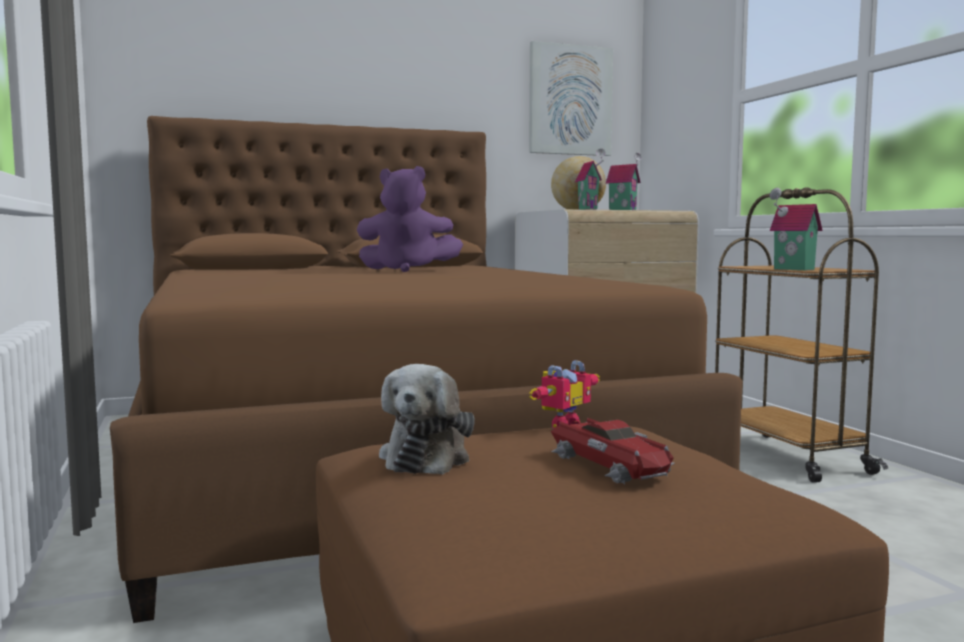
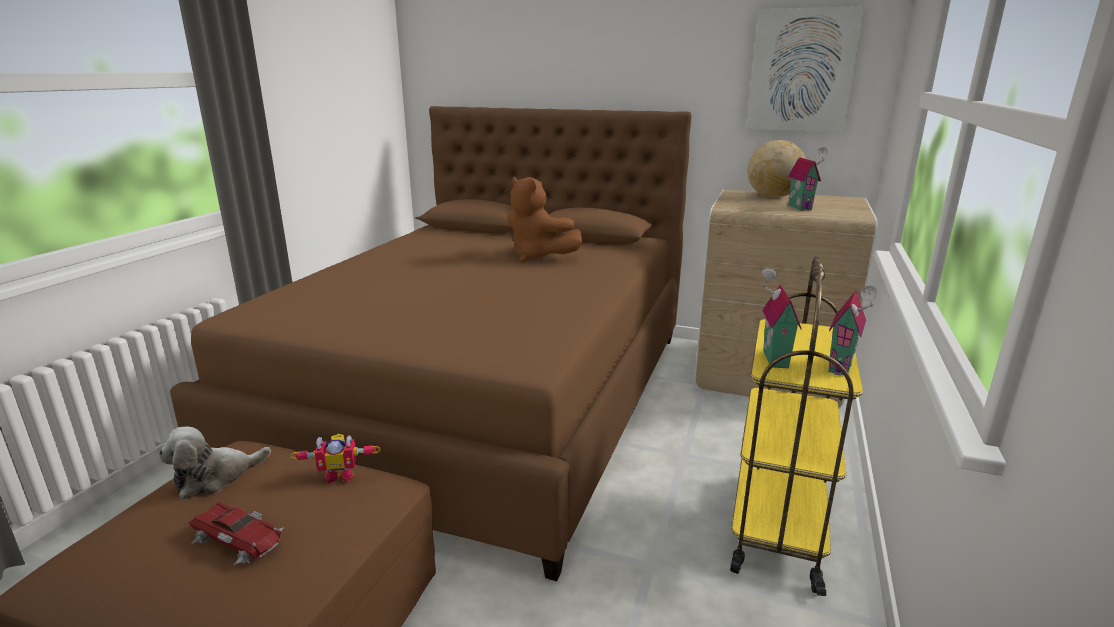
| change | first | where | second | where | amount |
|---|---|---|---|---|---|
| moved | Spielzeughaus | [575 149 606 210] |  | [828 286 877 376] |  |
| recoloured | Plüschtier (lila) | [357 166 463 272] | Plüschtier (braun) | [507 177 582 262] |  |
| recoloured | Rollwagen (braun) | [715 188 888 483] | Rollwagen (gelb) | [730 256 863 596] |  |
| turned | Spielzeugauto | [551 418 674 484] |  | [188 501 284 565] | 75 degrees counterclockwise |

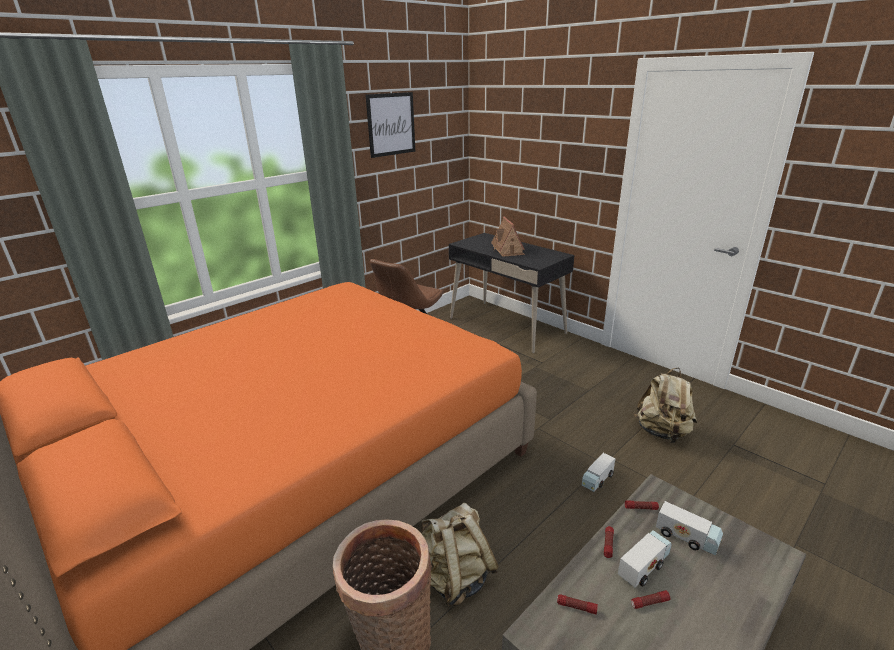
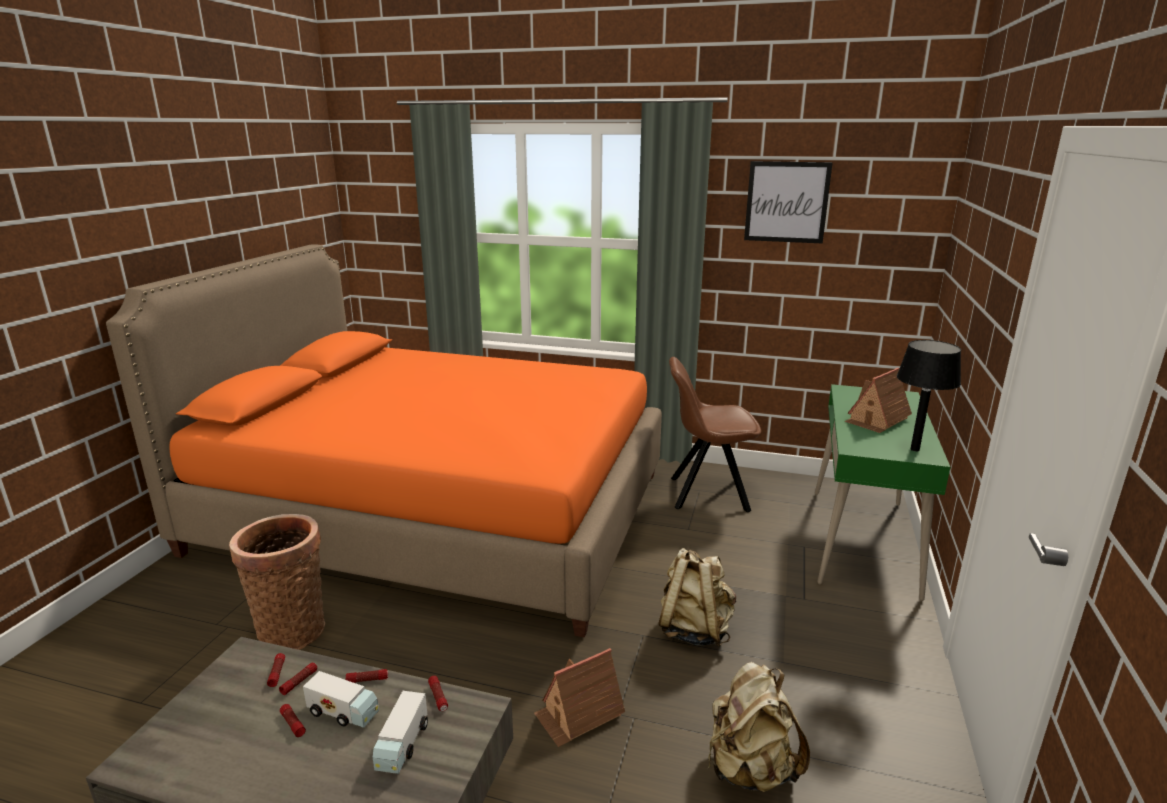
| change | first | where | second | where | amount |
|---|---|---|---|---|---|
| added |  |  | Taschenlampe | [279 663 317 695] |  |
| added |  |  | Tischlampe (schwarz) | [897 340 961 452] |  |
| moved | Rucksack (beige) | [421 502 499 607] |  | [658 548 736 646] |  |
| replaced | Spielzeuglaster | [582 453 615 492] | Spielzeughaus | [534 648 625 747] |  |
| recoloured | Schreibtisch (schwarz) | [449 233 574 353] | Schreibtisch (grün) | [815 384 951 601] |  |

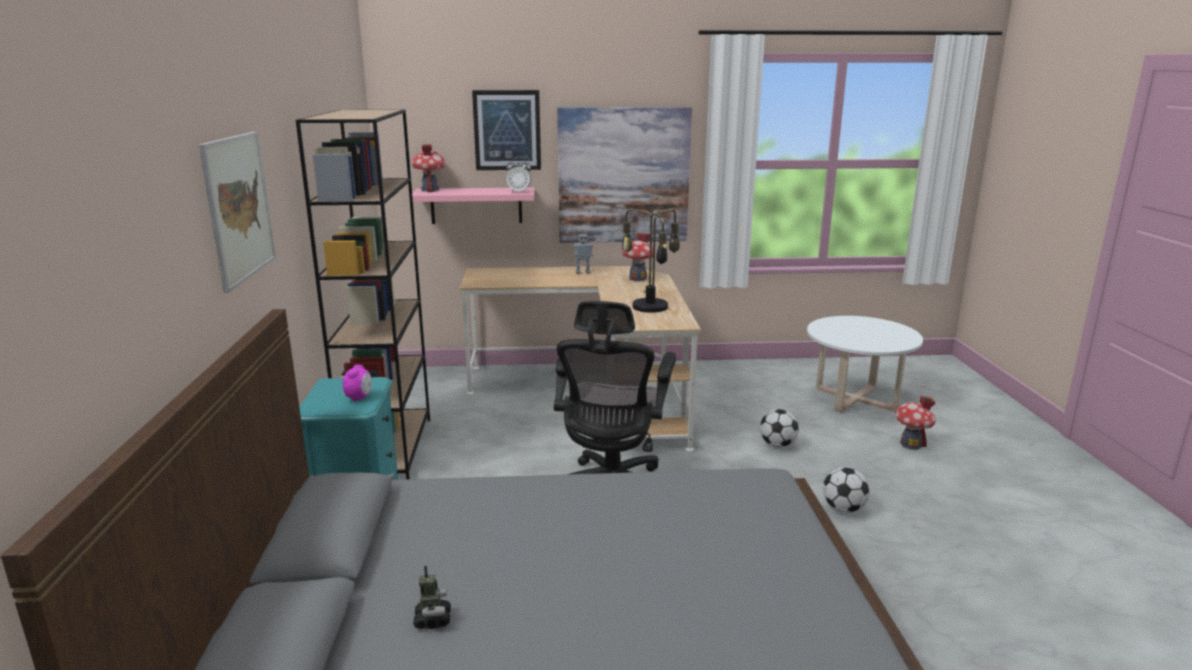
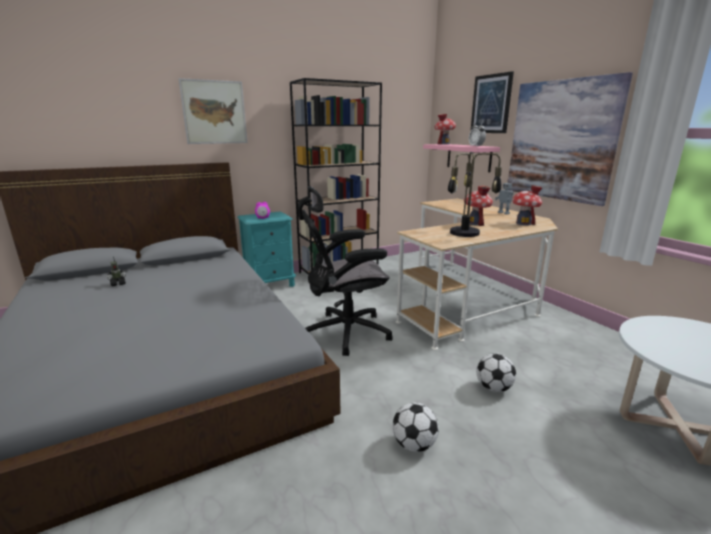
| change | first | where | second | where | amount |
|---|---|---|---|---|---|
| moved | Spielzeughaus | [895 396 936 450] |  | [464 186 493 226] |  |

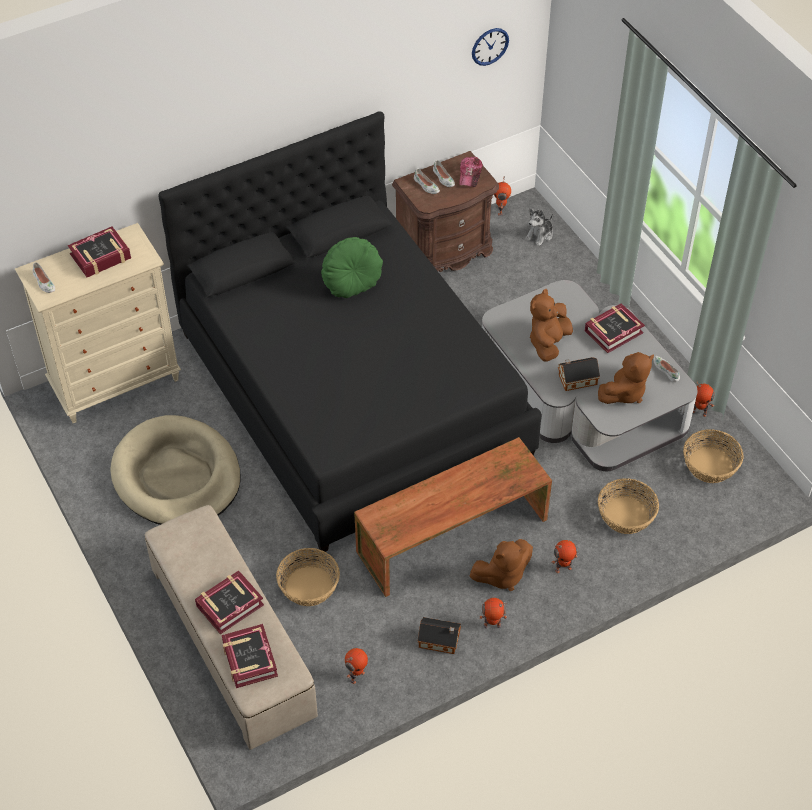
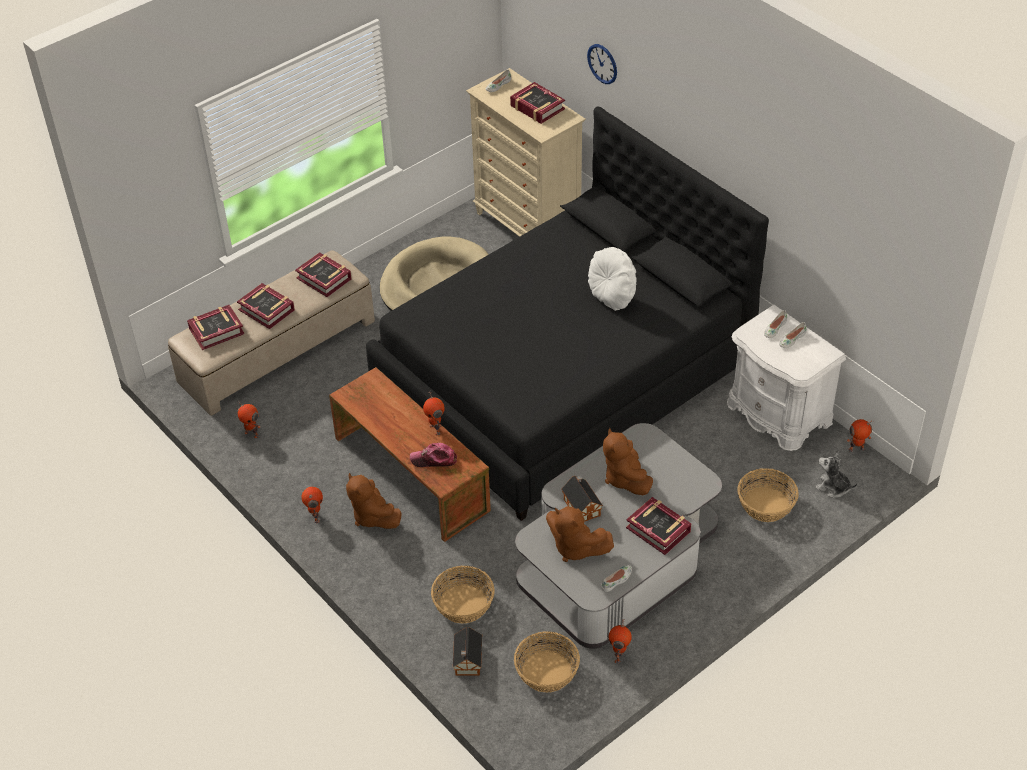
| change | first | where | second | where | amount |
|---|---|---|---|---|---|
| added |  |  | Buch | [295 252 352 297] |  |
| moved | Korb | [276 548 340 606] |  | [737 468 799 522] |  |
| moved | Spielzeughaus | [418 617 461 654] |  | [453 627 482 675] |  |
| moved | Kappe | [459 157 483 187] |  | [410 443 457 467] |  |
| moved | Wanduhr | [472 28 509 66] |  | [587 44 617 84] |  |
| moved | Spielzeugroboter | [552 540 578 573] |  | [423 391 445 435] |  |
| recoloured | Kissen (grün) | [321 237 383 298] | Kissen (weiß) | [588 247 637 311] |  |
| recoloured | Nachttisch (braun) | [392 151 499 272] | Nachttisch (weiß) | [727 305 846 451] |  |
| turned | Plüschtier (braun) | [530 289 573 362] |  | [603 428 653 495] | 120 degrees counterclockwise |

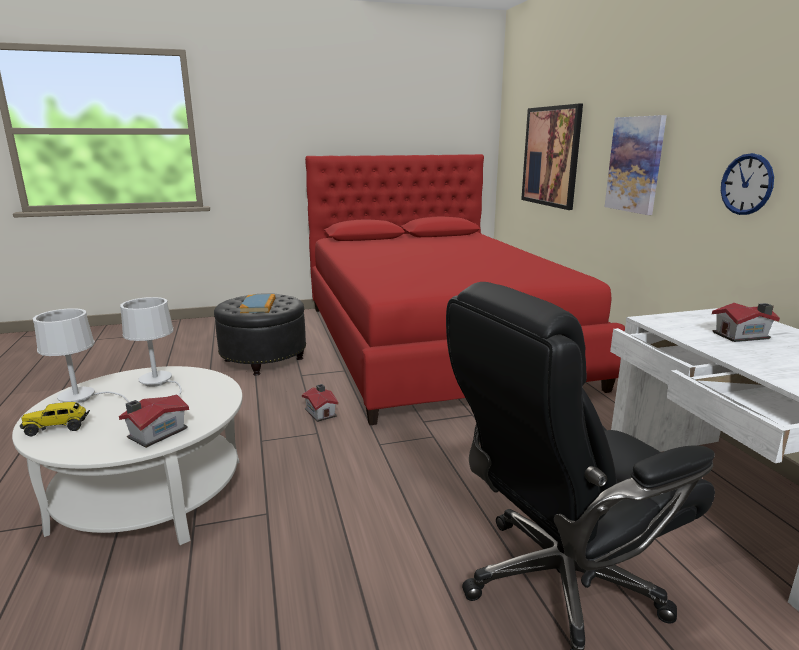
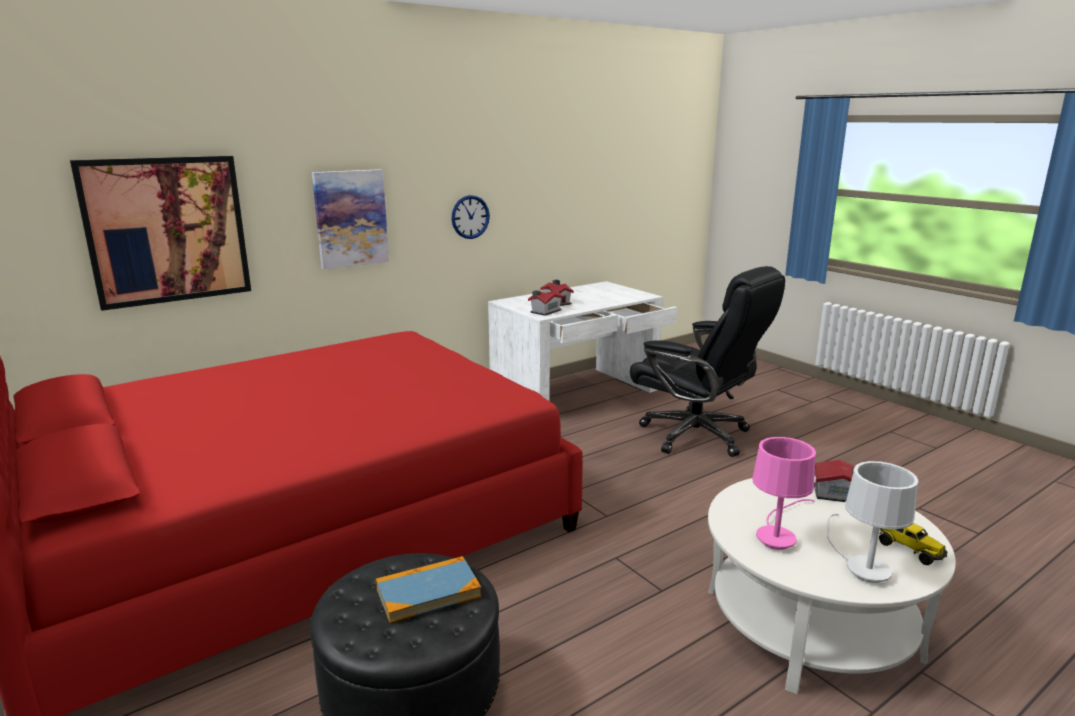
| change | first | where | second | where | amount |
|---|---|---|---|---|---|
| moved | Spielzeughaus | [302 384 339 422] |  | [528 290 564 316] |  |
| recoloured | Tischlampe (weiß) | [120 297 182 397] | Tischlampe (rosa) | [752 437 816 550] |  |

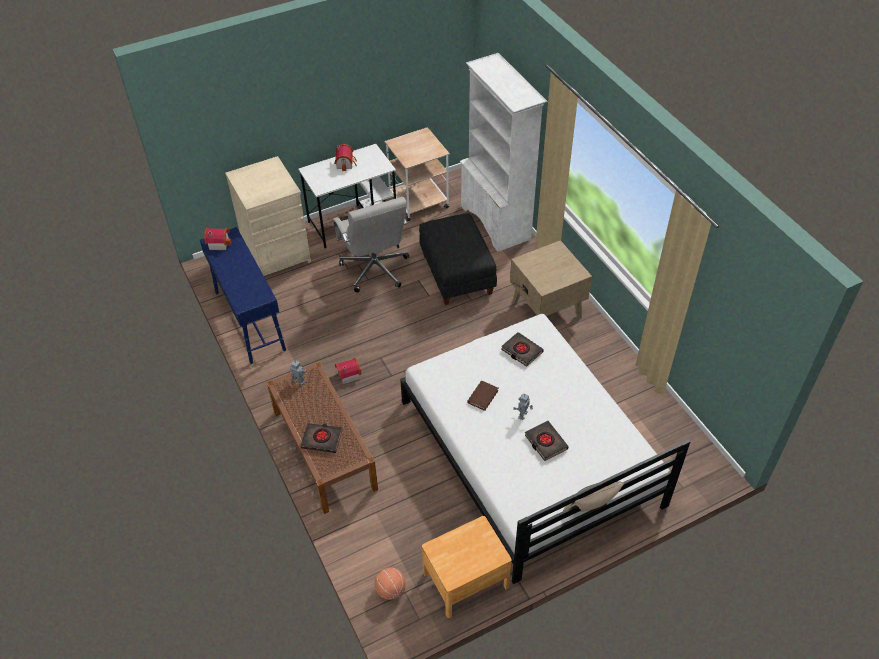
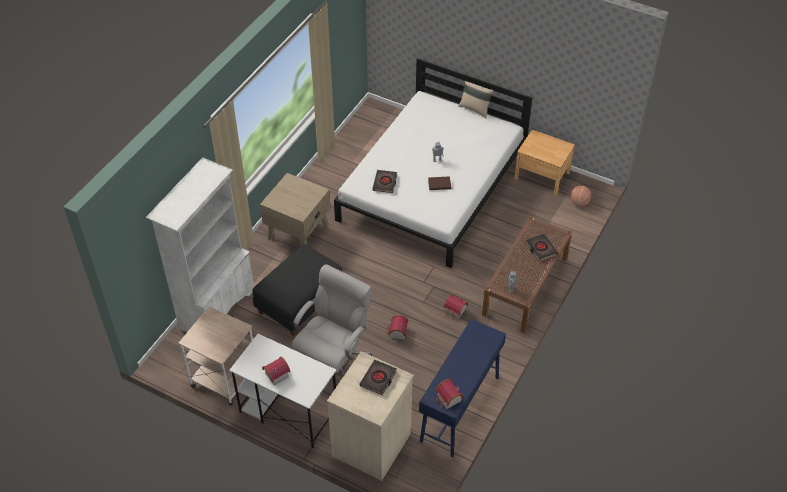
| change | first | where | second | where | amount |
|---|---|---|---|---|---|
| added |  |  | Spielzeughaus | [386 315 408 340] |  |
| moved | Buch (schwarz) | [525 421 569 461] |  | [360 360 397 395] |  |

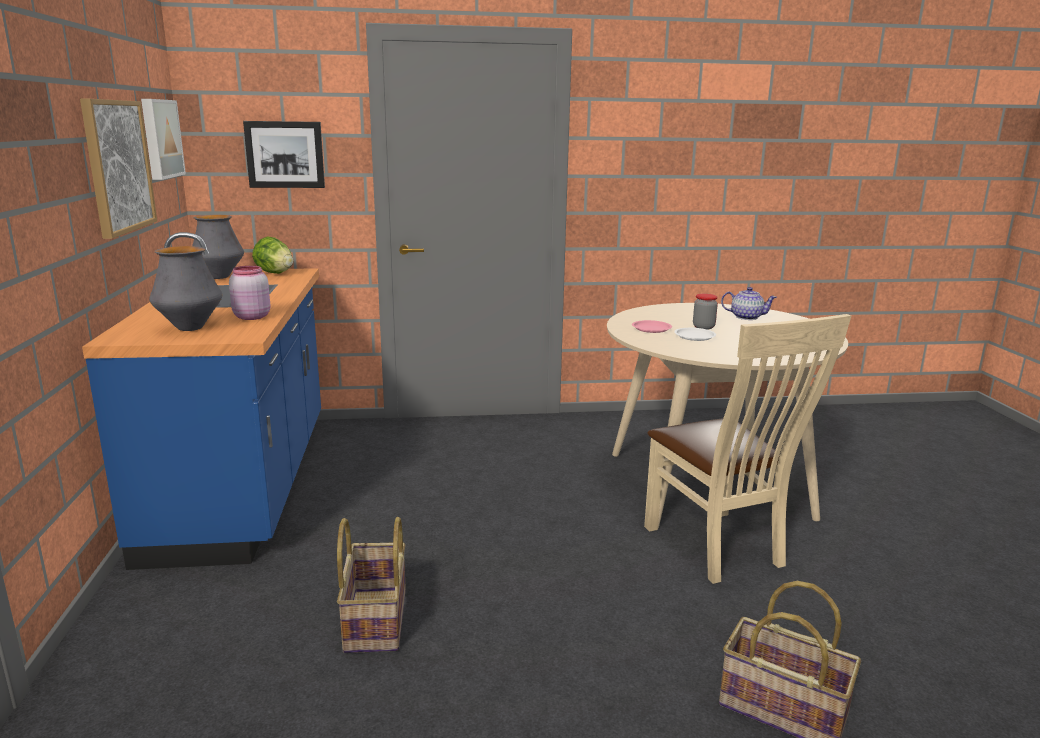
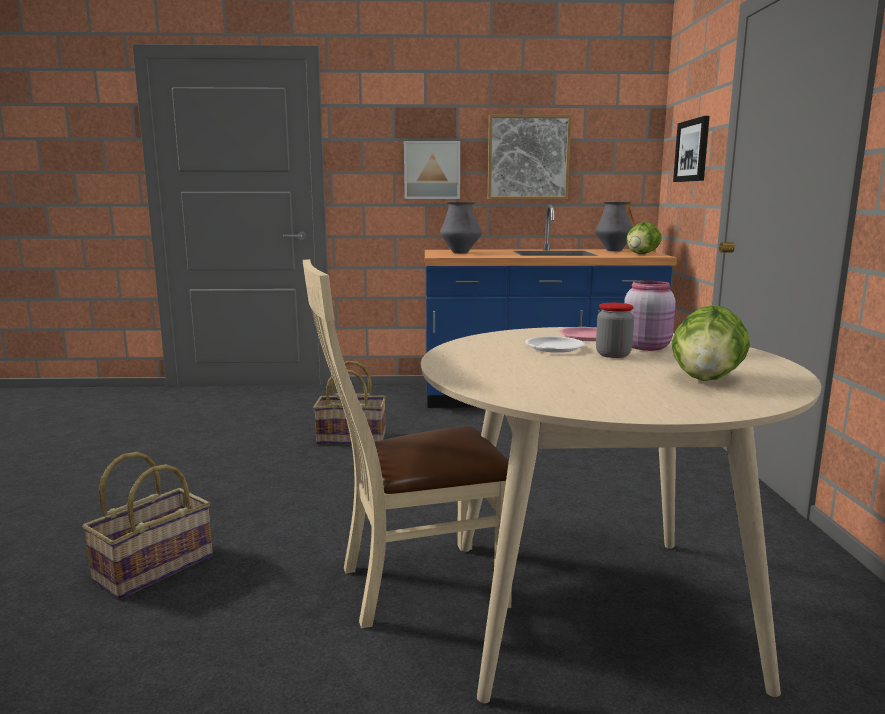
| change | first | where | second | where | amount |
|---|---|---|---|---|---|
| moved | Bild | [141 99 186 180] |  | [404 141 460 199] |  |
| moved | Vorratsglas (rosa) | [229 266 271 320] |  | [624 280 676 351] |  |
| replaced | Teekanne | [721 287 777 320] | Salatkopf | [672 305 750 381] |  |

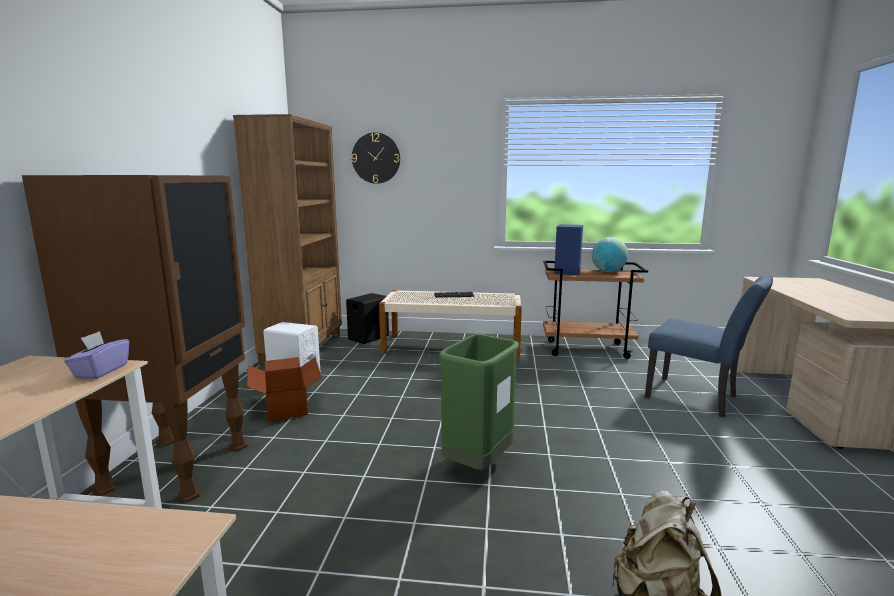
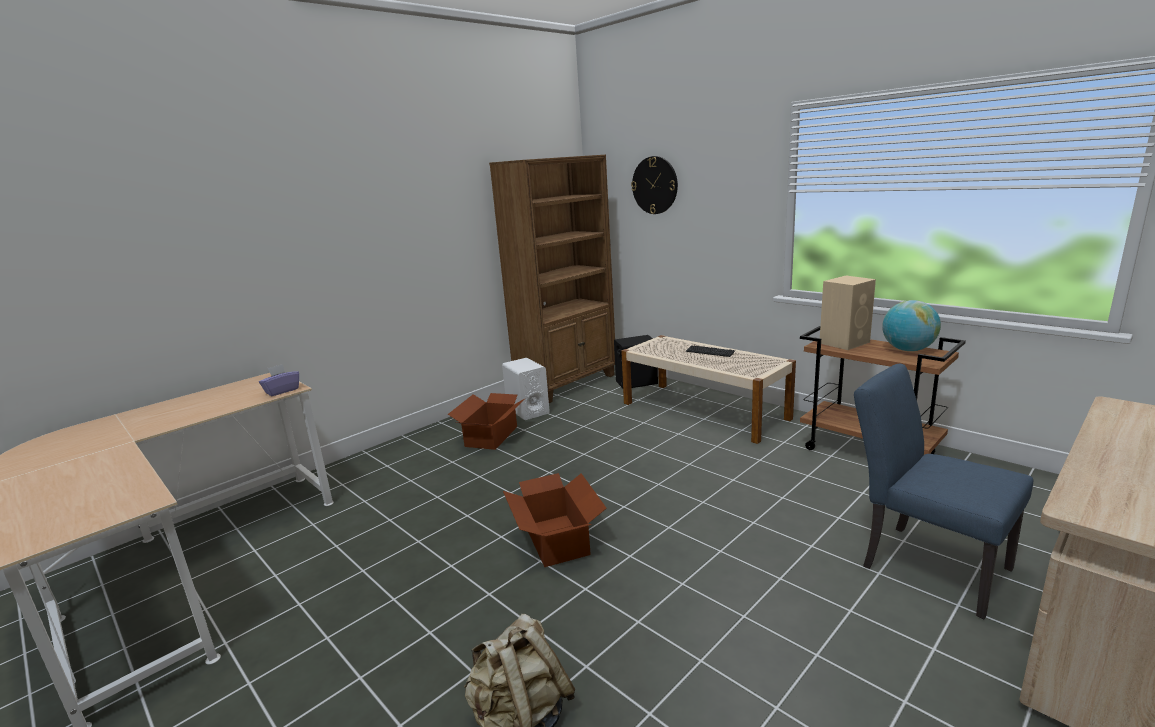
| change | first | where | second | where | amount |
|---|---|---|---|---|---|
| removed | Schrank (braun) | [22 175 247 502] |  |  |  |
| replaced | Mülleimer (grün) | [439 334 519 470] | Karton | [503 473 607 567] |  |
| recoloured | Lautsprecher (blau) | [554 224 583 275] | Lautsprecher (beige) | [820 276 876 350] |  |
| turned | Stuhl (blau) | [645 274 773 417] |  | [854 364 1033 619] | 150 degrees clockwise |

